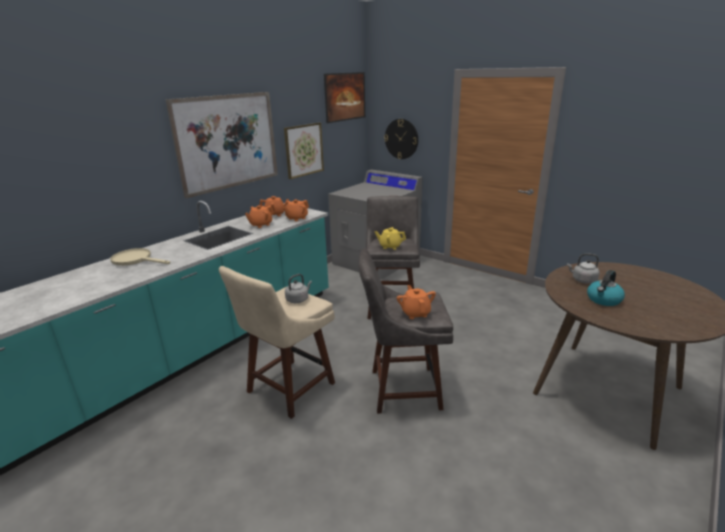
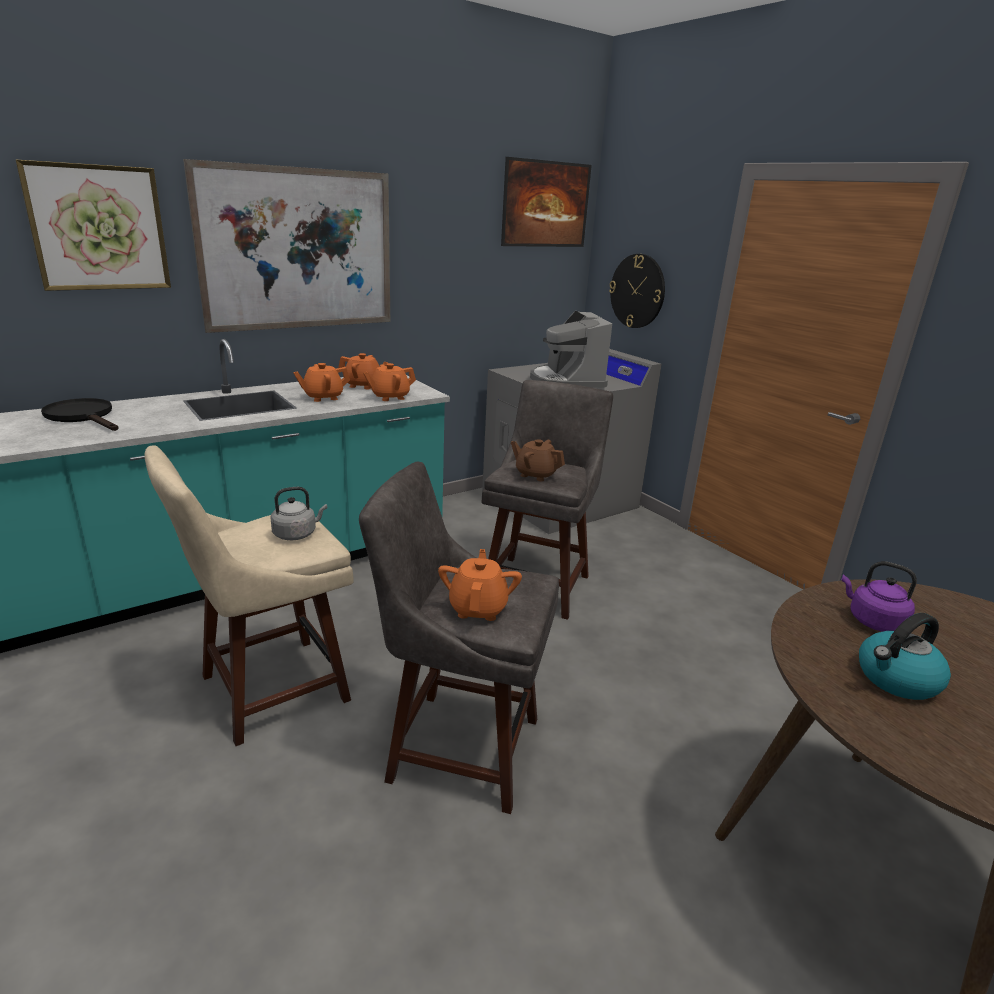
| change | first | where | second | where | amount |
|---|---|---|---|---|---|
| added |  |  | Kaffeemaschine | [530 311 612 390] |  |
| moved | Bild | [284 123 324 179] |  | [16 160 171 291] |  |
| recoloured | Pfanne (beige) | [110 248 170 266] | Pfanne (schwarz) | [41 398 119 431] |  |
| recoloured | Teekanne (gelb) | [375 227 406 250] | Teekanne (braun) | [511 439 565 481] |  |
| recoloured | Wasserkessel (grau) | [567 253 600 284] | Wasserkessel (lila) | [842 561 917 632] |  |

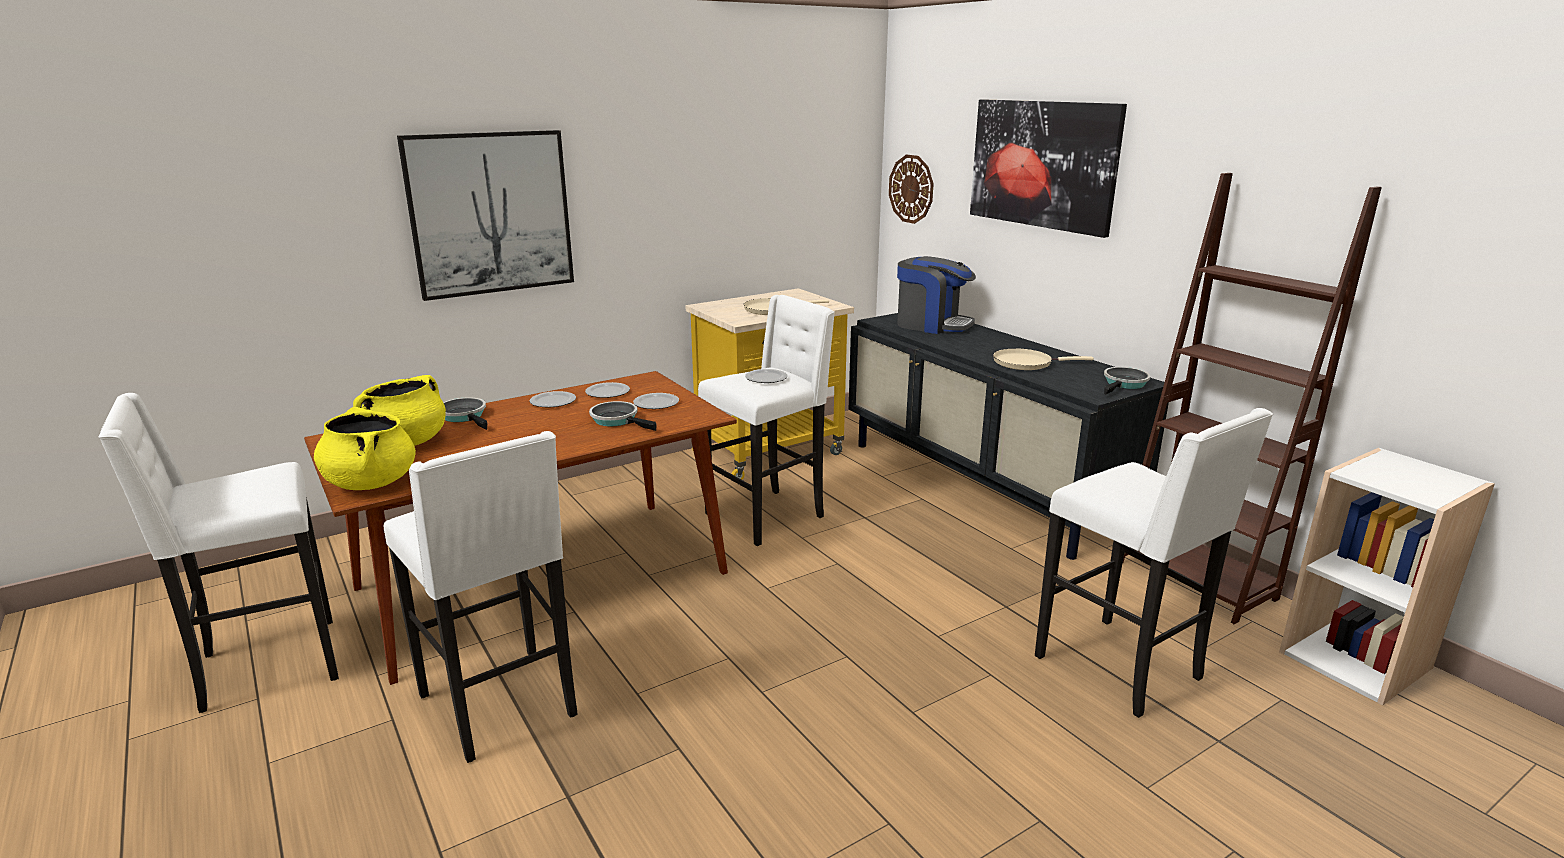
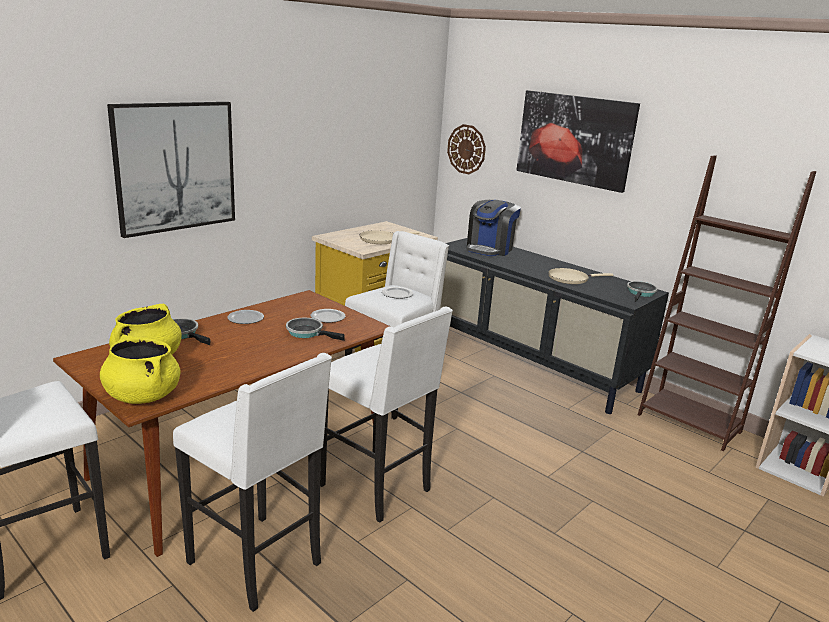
| change | first | where | second | where | amount |
|---|---|---|---|---|---|
| removed | Teller | [585 382 630 398] |  |  |  |
| moved | Hocker (weiß) | [1035 408 1273 718] |  | [320 307 453 523] |  |
| turned | Kaffeemaschine | [897 256 976 334] |  | [467 200 521 256] | 105 degrees clockwise |

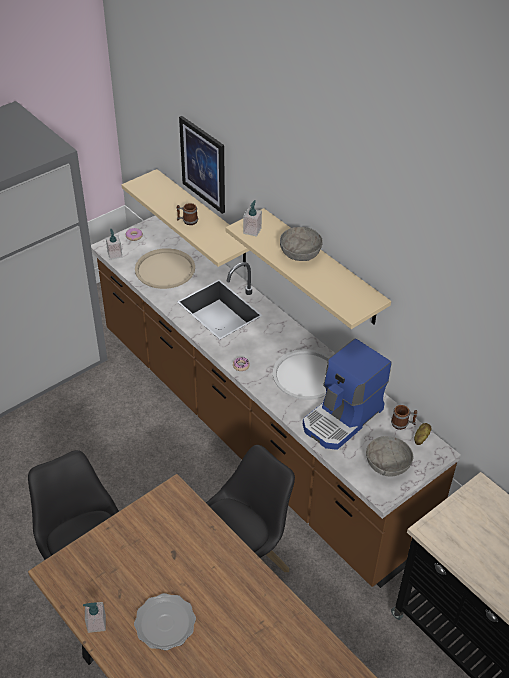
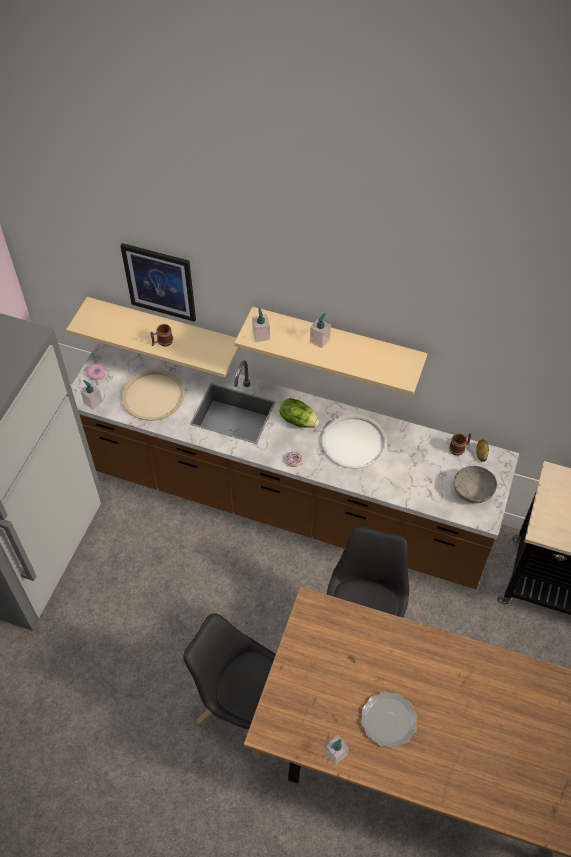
| change | first | where | second | where | amount |
|---|---|---|---|---|---|
| removed | Kaffeemaschine | [303 338 392 450] |  |  |  |
| added |  |  | Salatkopf | [280 398 319 428] |  |
| replaced | Schüssel (grau) | [280 227 323 261] | Seifenspender | [310 313 331 348] |  |

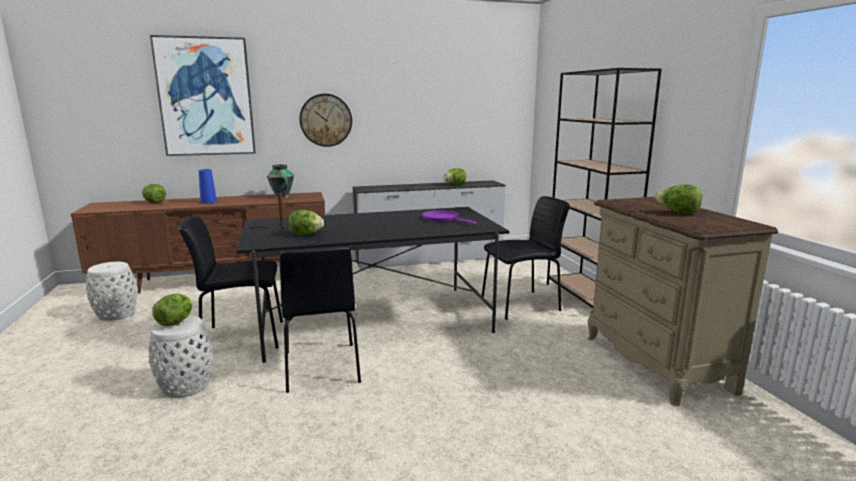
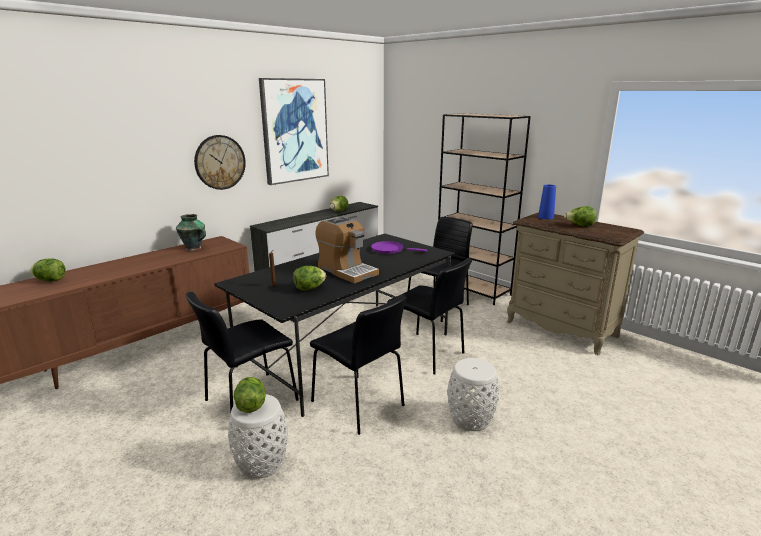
| change | first | where | second | where | amount |
|---|---|---|---|---|---|
| added |  |  | Kaffeemaschine | [315 216 379 284] |  |
| added |  |  | Stuhl (schwarz) | [387 258 472 375] |  |
| moved | Hocker (weiß) | [86 262 137 321] |  | [447 358 499 431] |  |
| moved | Bild | [150 35 256 156] |  | [259 78 329 185] |  |
| moved | Vase (blau) | [199 169 217 204] |  | [538 185 556 219] |  |

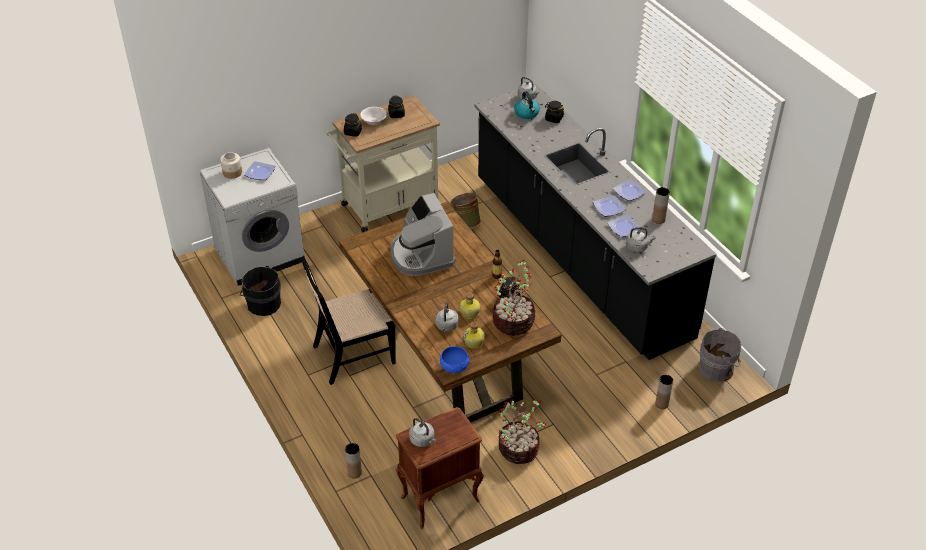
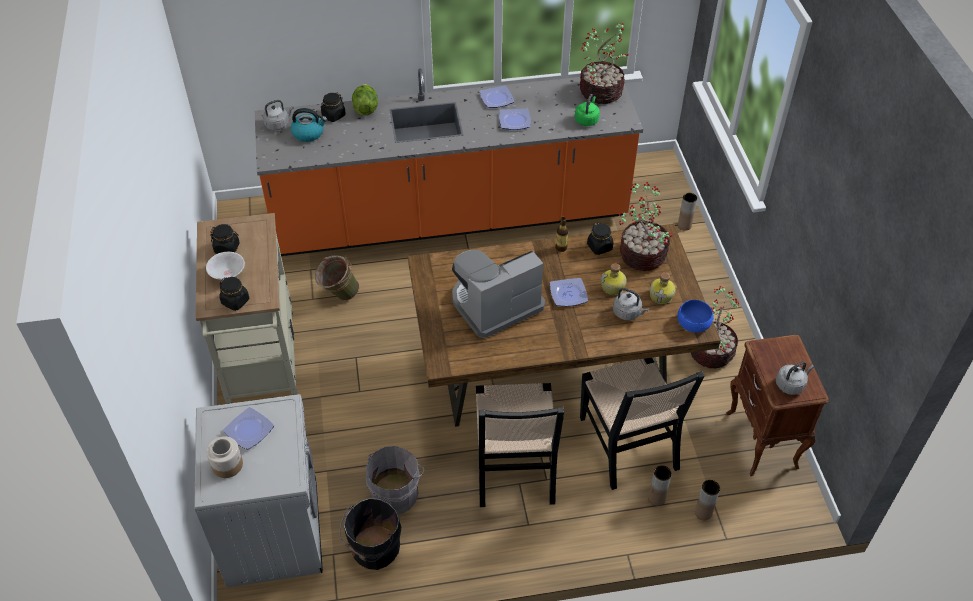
| change | first | where | second | where | amount |
|---|---|---|---|---|---|
| added |  |  | Salatkopf | [352 84 378 115] |  |
| added |  |  | Topfpflanze | [580 23 629 104] |  |
| added |  |  | Stuhl | [580 358 705 490] |  |
| moved | Teller | [607 215 641 237] |  | [550 278 588 306] |  |
| moved | Vase (braun) | [652 187 670 224] |  | [648 465 672 506] |  |
| moved | Eimer (grau) | [699 328 741 382] |  | [366 446 424 514] |  |
| recoloured | Küchenzeile (schwarz) | [474 83 717 360] | Küchenzeile (orange) | [255 68 643 256] |  |
| recoloured | Wasserkessel (grau) | [626 227 656 252] | Wasserkessel (grün) | [575 94 600 126] |  |
| turned | Kaffeemaschine | [390 193 455 276] |  | [452 250 545 338] | 150 degrees clockwise |

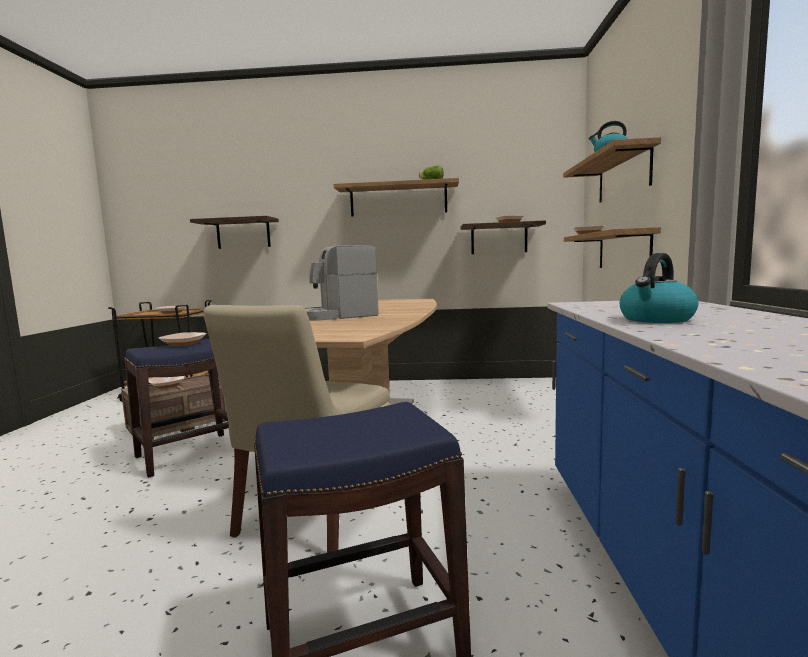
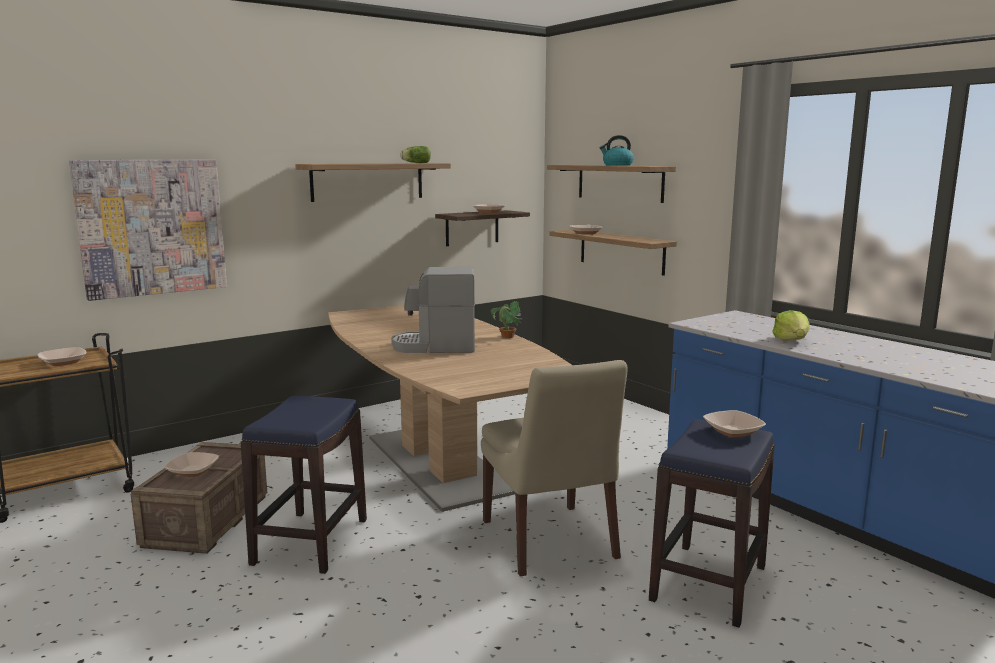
| change | first | where | second | where | amount |
|---|---|---|---|---|---|
| added |  |  | Topfpflanze | [491 301 522 338] |  |
| moved | Schüssel | [159 332 207 346] |  | [703 410 766 437] |  |
| replaced | Wandregal | [190 216 279 249] | Bild | [69 160 227 301] |  |
| replaced | Wasserkessel | [620 253 699 323] | Salatkopf | [773 310 810 341] |  |
| turned | Kaffeemaschine | [304 245 379 321] |  | [391 267 475 353] | 60 degrees clockwise |

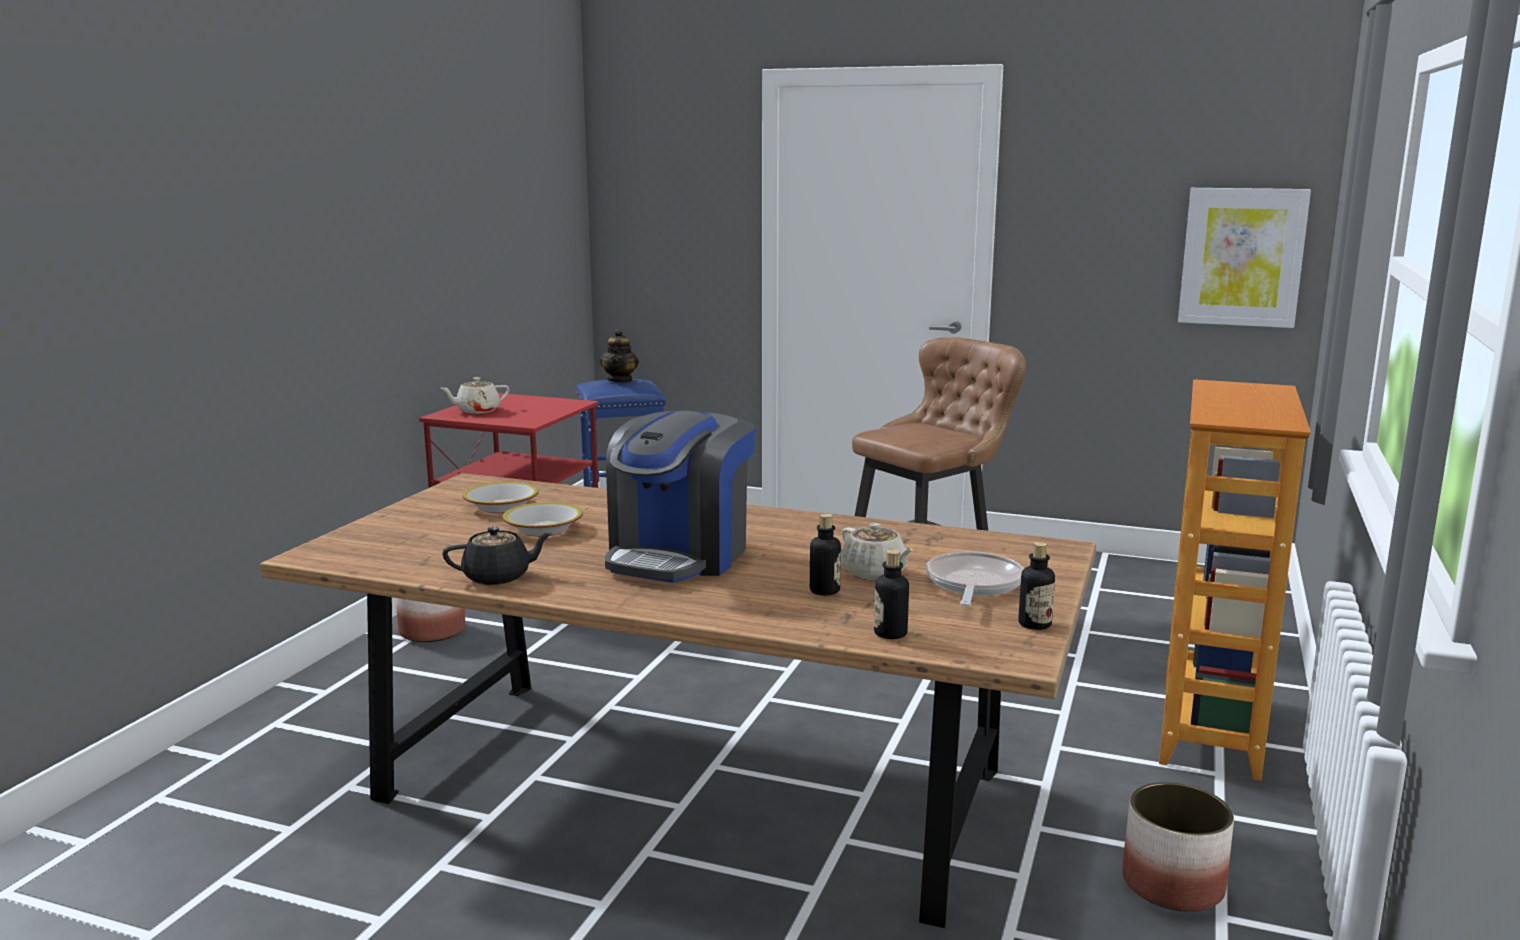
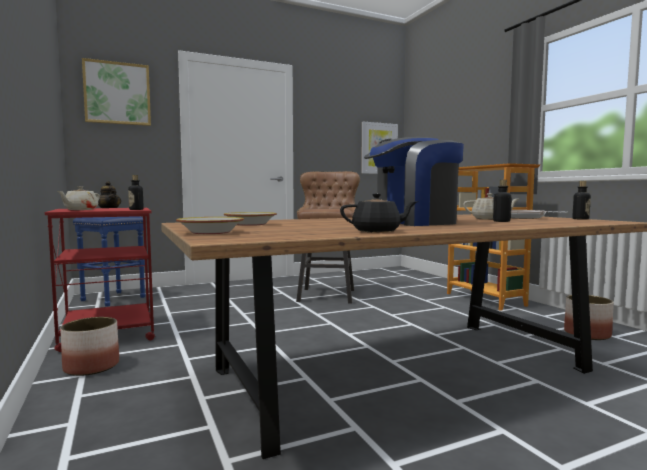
| change | first | where | second | where | amount |
|---|---|---|---|---|---|
| added |  |  | Bild | [82 58 151 126] |  |
| moved | Schüssel | [503 502 583 537] |  | [176 217 244 234] |  |
| moved | Flasche | [874 549 909 639] |  | [128 175 144 210] |  |
| turned | Teekanne (schwarz) | [442 526 552 585] |  | [340 193 417 232] | 60 degrees clockwise |
| turned | Kaffeemaschine | [605 411 756 583] |  | [364 137 464 226] | 90 degrees clockwise |

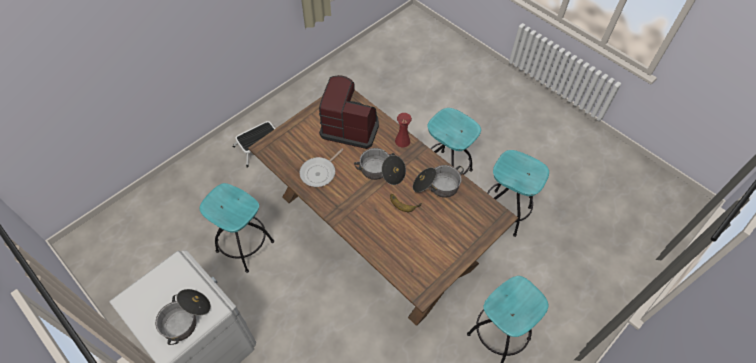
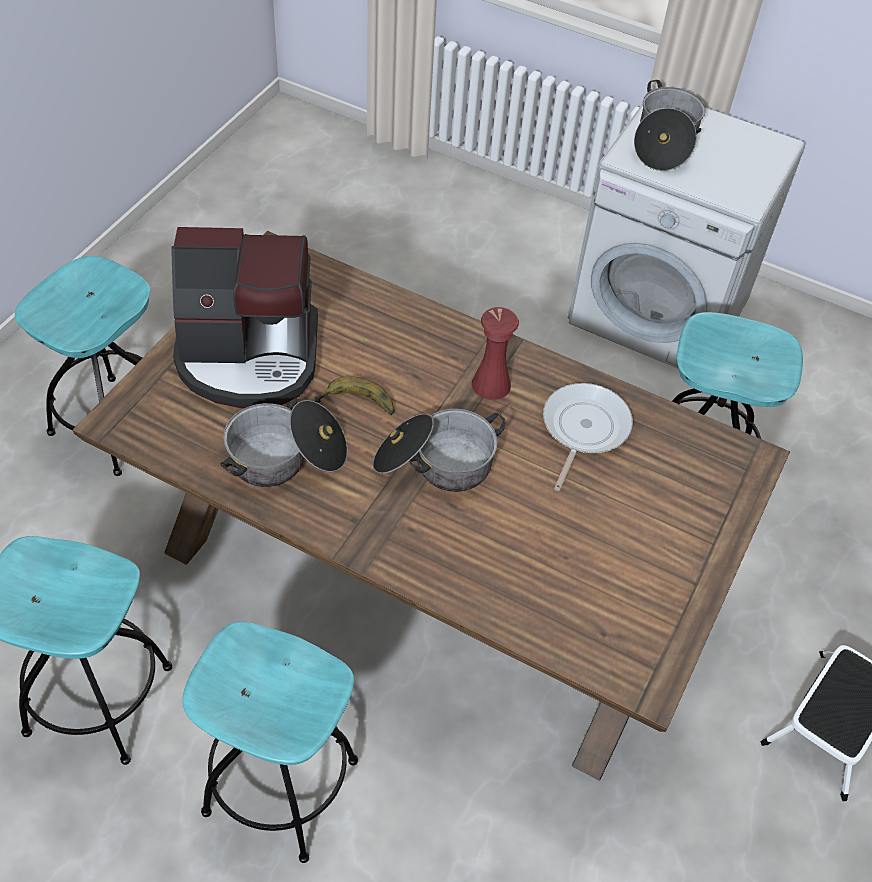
| change | first | where | second | where | amount |
|---|---|---|---|---|---|
| moved | Kaffeemaschine | [319 75 379 149] |  | [171 227 318 408] |  |
| moved | Vase (rot) | [395 113 412 147] |  | [472 307 519 400] |  |

